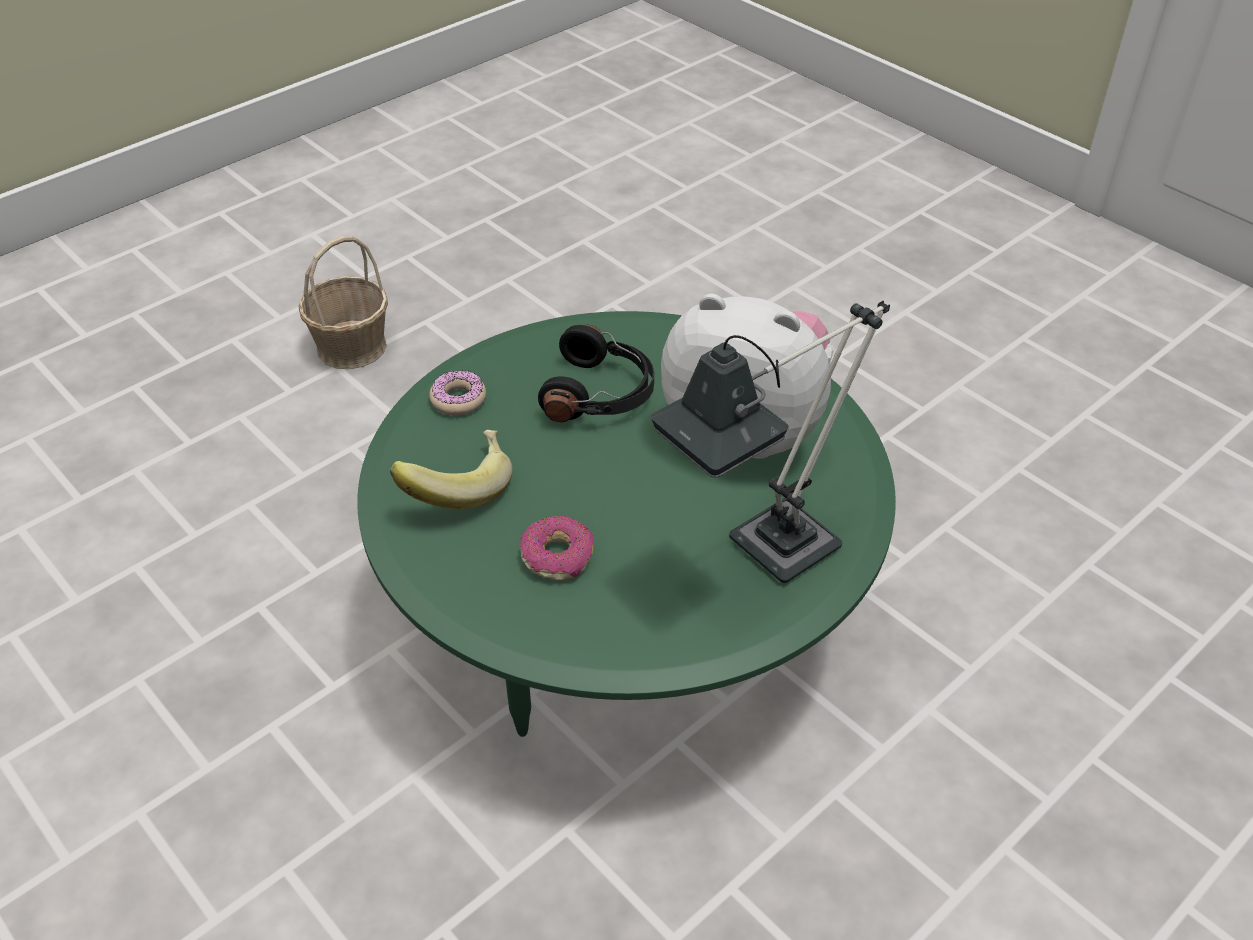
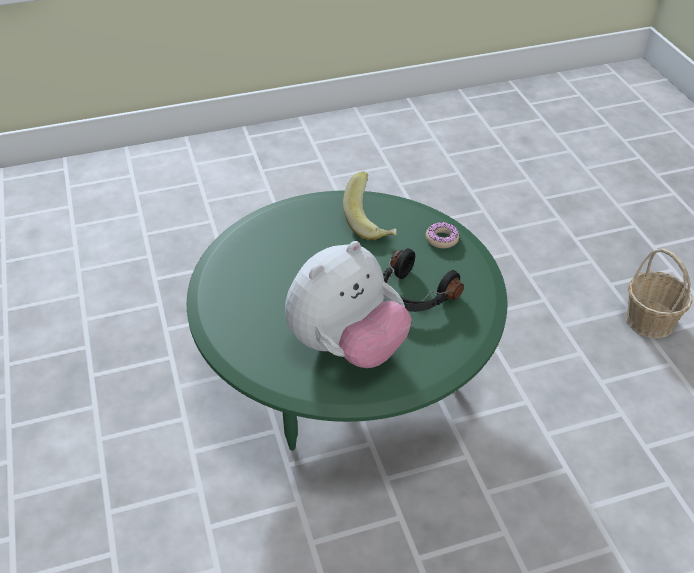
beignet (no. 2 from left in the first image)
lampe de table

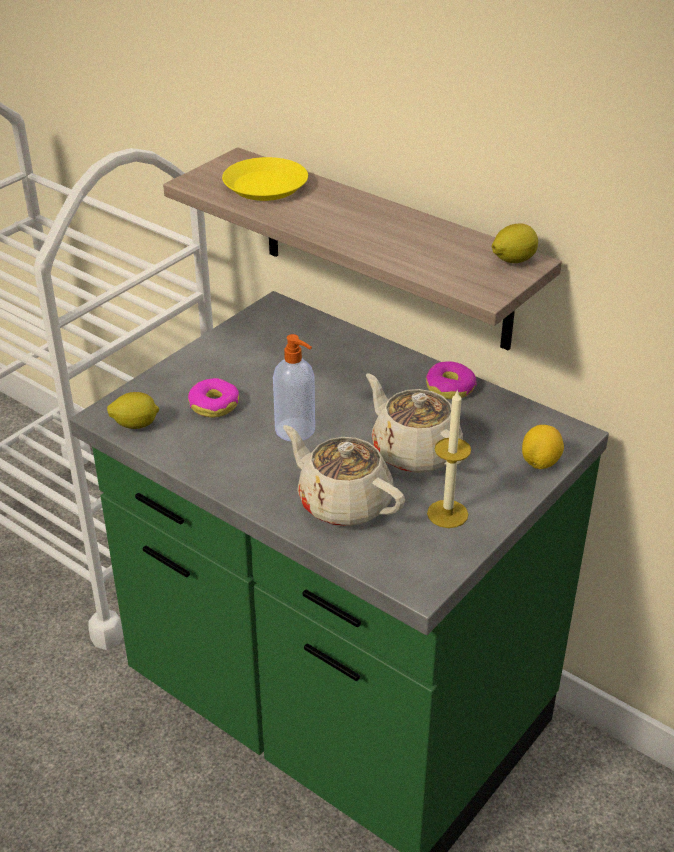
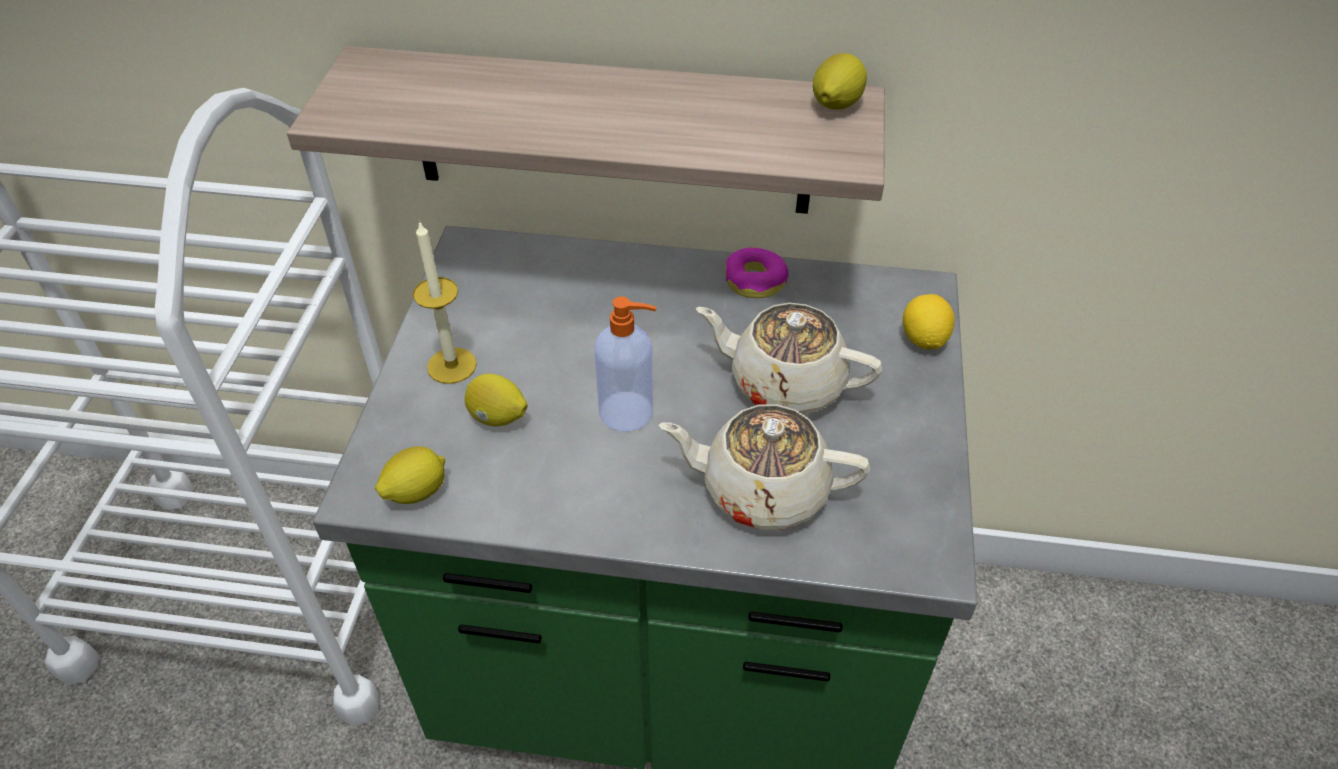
citron (no. 2 from left)
assiette/jaune
bougie

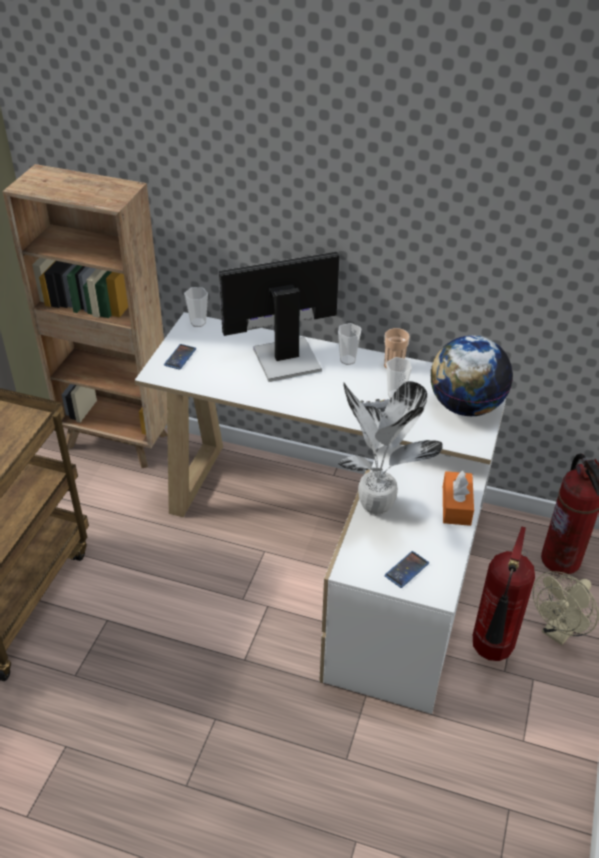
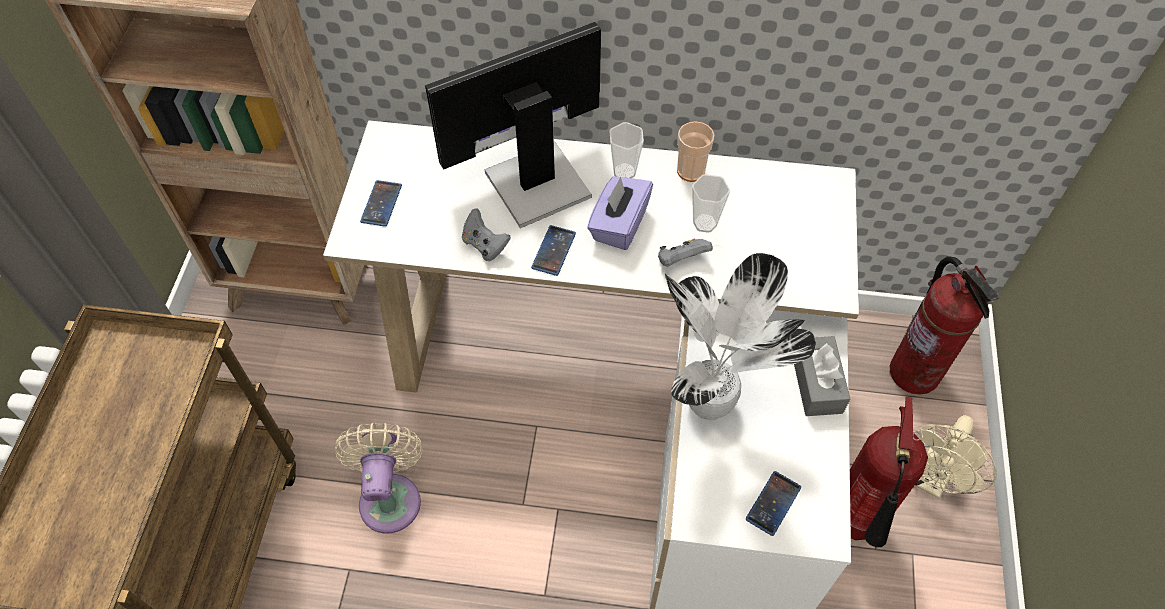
tasse (no. 1 from left in the first image)
globe
boîte à mouchoirs/gris
ventilateur/beige (no. 1 from left)
manette/gris (no. 1 from left)
téléphone (no. 2 from left)
boîte à mouchoirs/violet

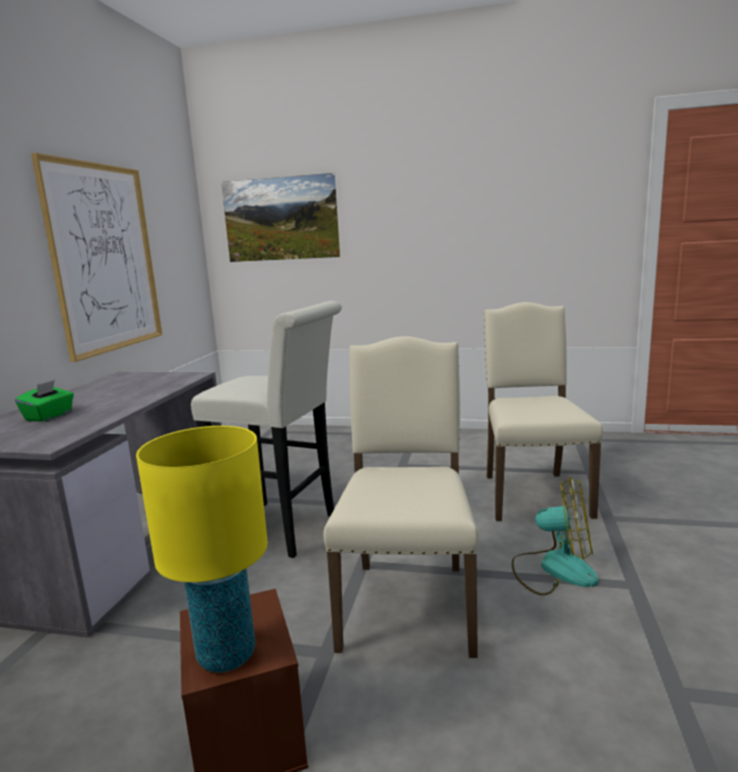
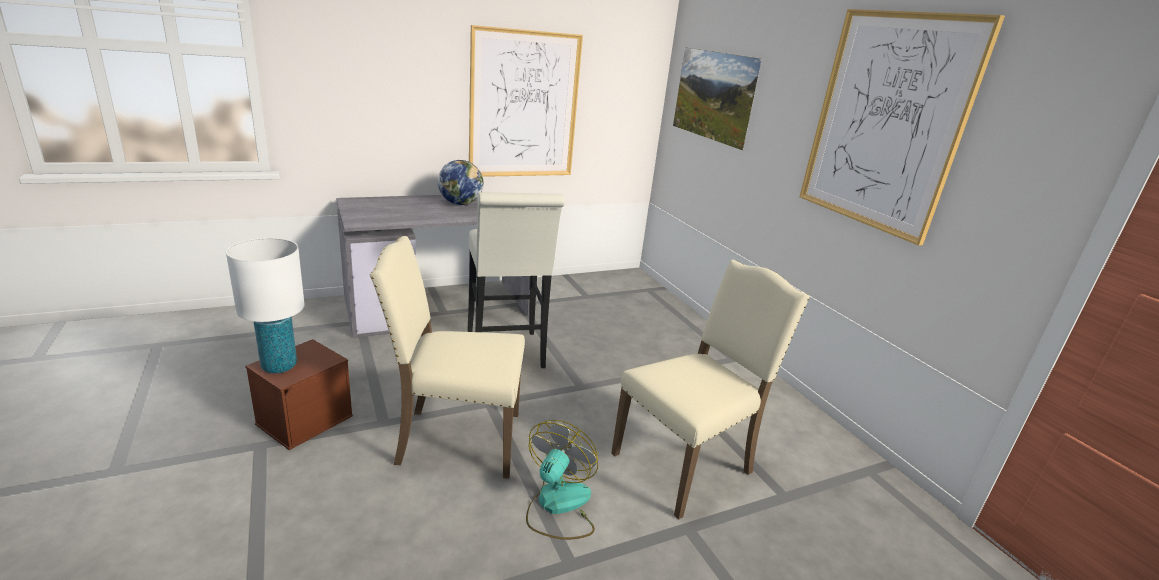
boîte à mouchoirs/vert
lampe de table/blanc
chaise/beige (no. 1 from left)
ventilateur
globe
tableau (no. 3 from left)

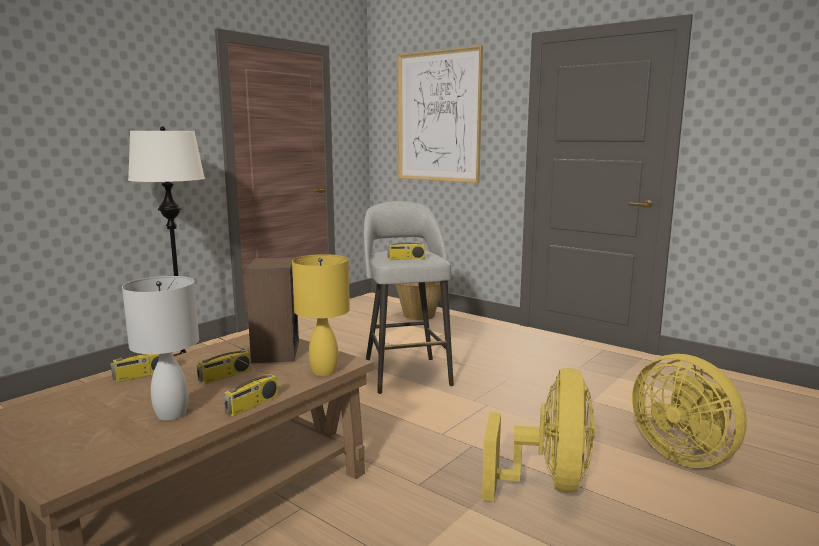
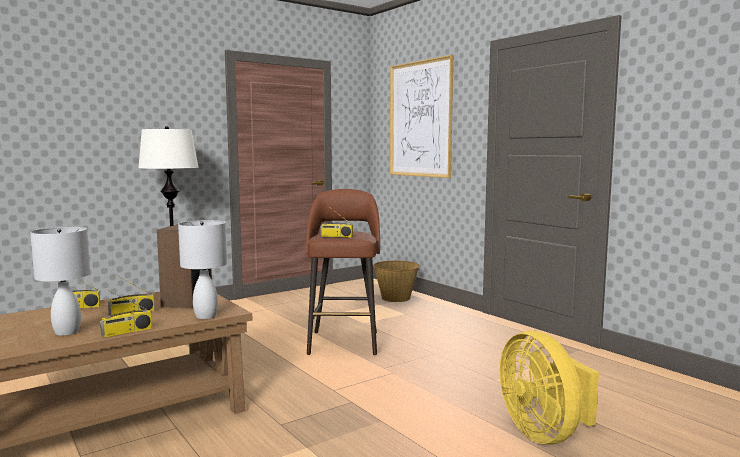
lampe de table/blanc (no. 2 from left)
tabouret/marron
ventilateur/jaune (no. 1 from left in the first image)

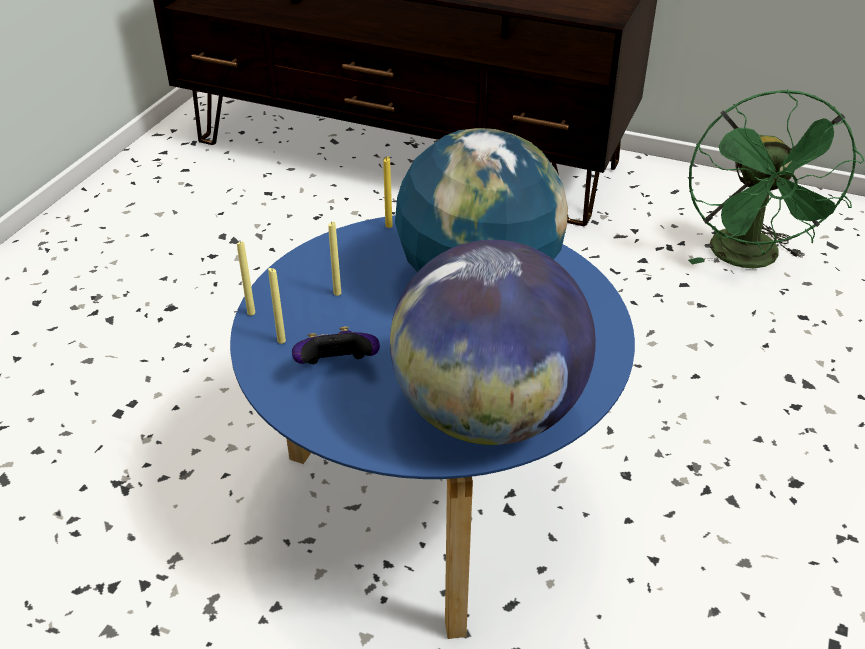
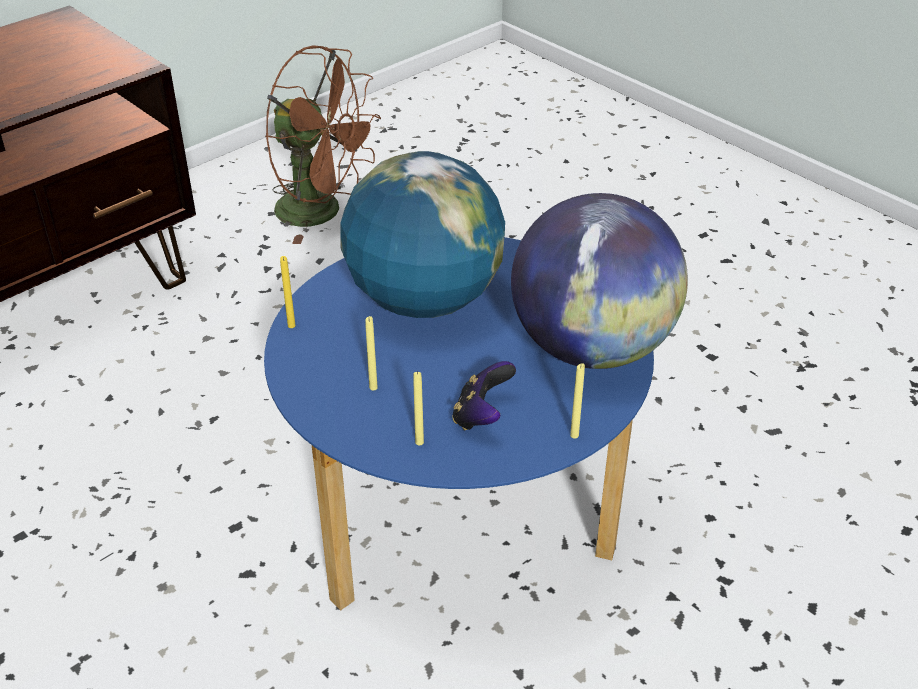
bougie/jaune (no. 4 from left)
ventilateur/marron

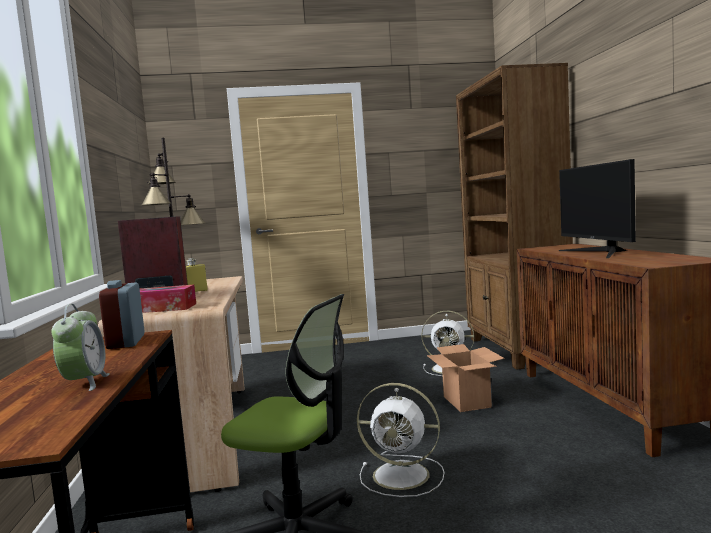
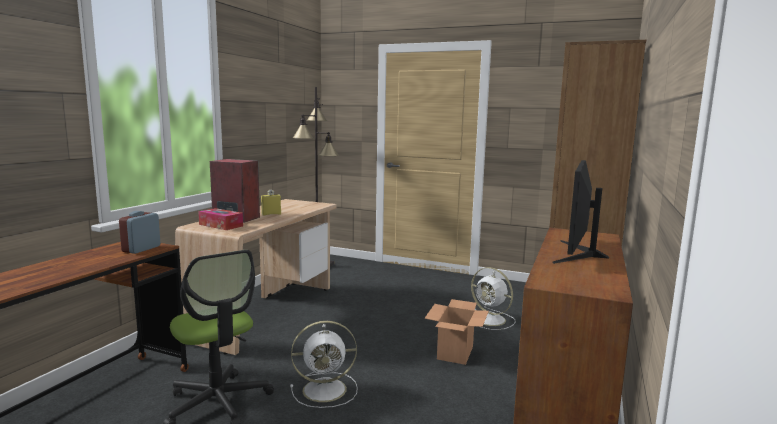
réveil (no. 1 from left in the first image)
ventilateur/blanc (no. 1 from left)

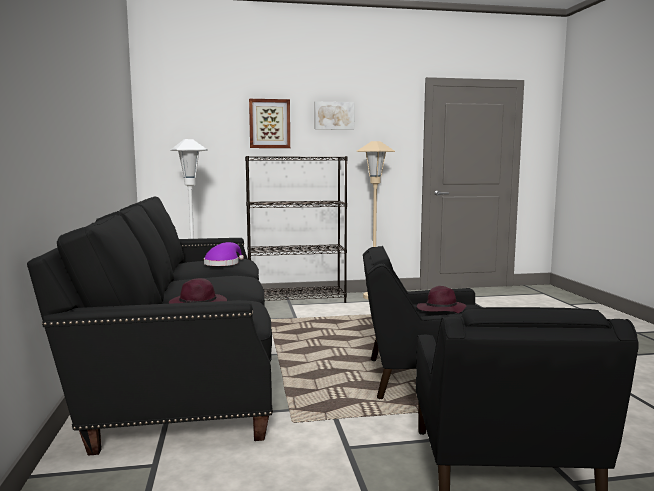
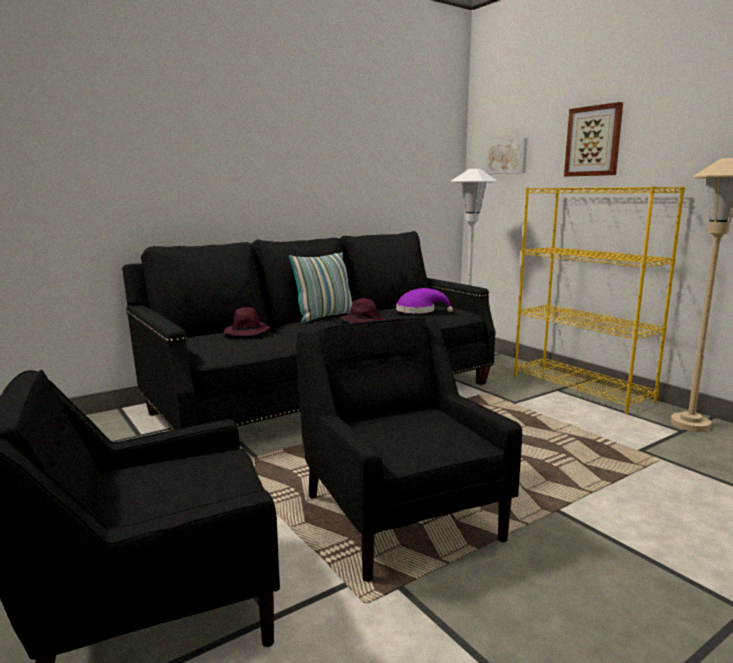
bibliothèque/jaune
tableau (no. 1 from left)
chapeau/violet (no. 2 from left)
coussin

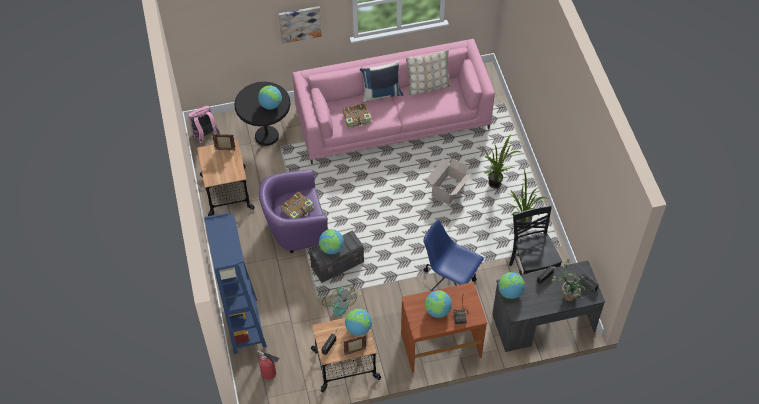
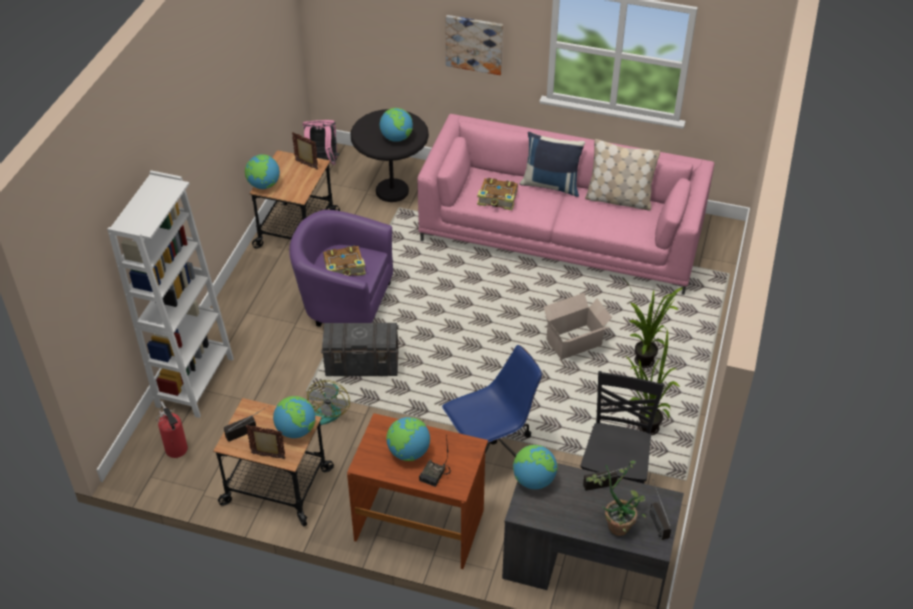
bibliothèque/blanc
globe (no. 1 from left)
chaise de bureau/bleu

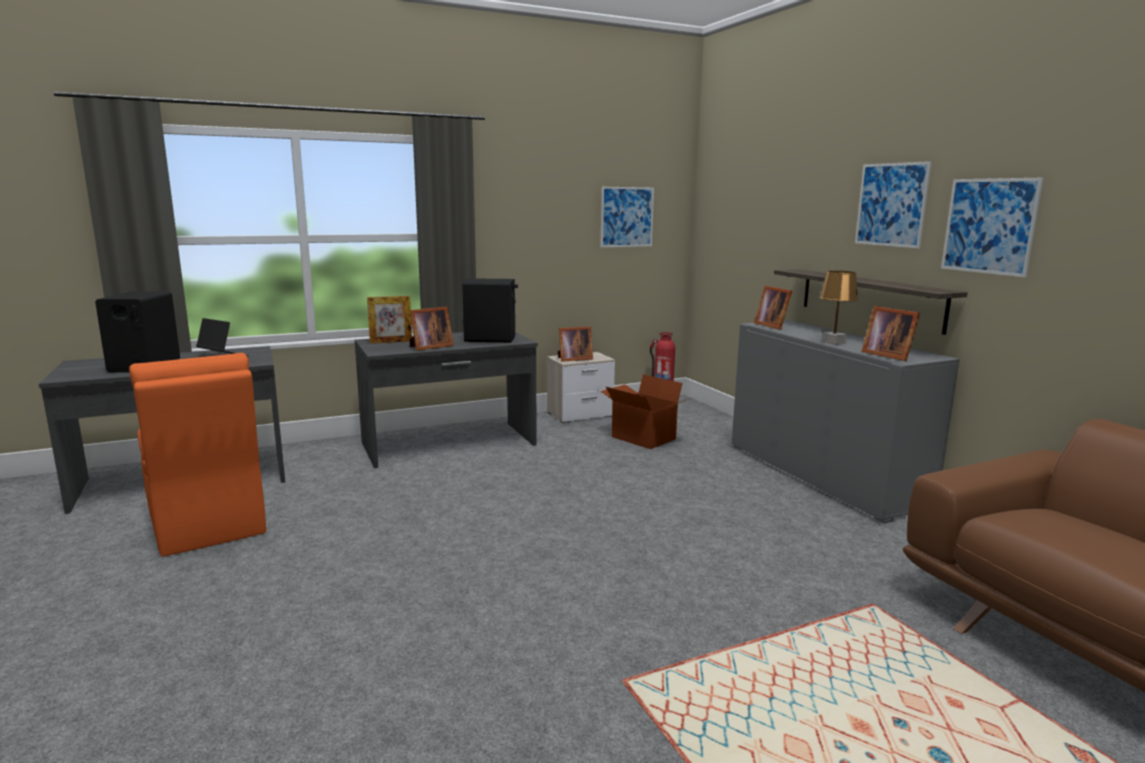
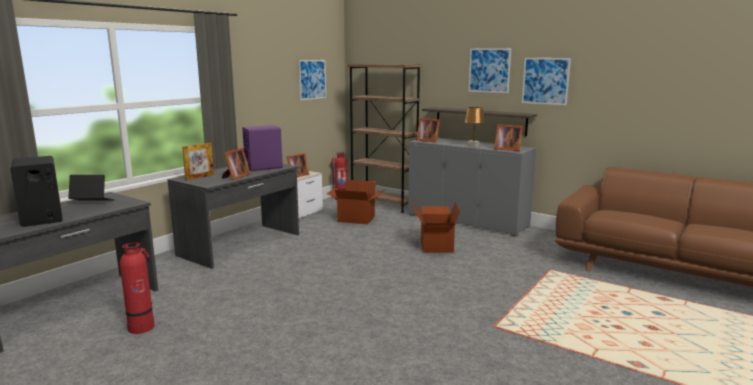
extincteur (no. 1 from left)
enceinte/violet
bibliothèque/marron
carton (no. 2 from left)

